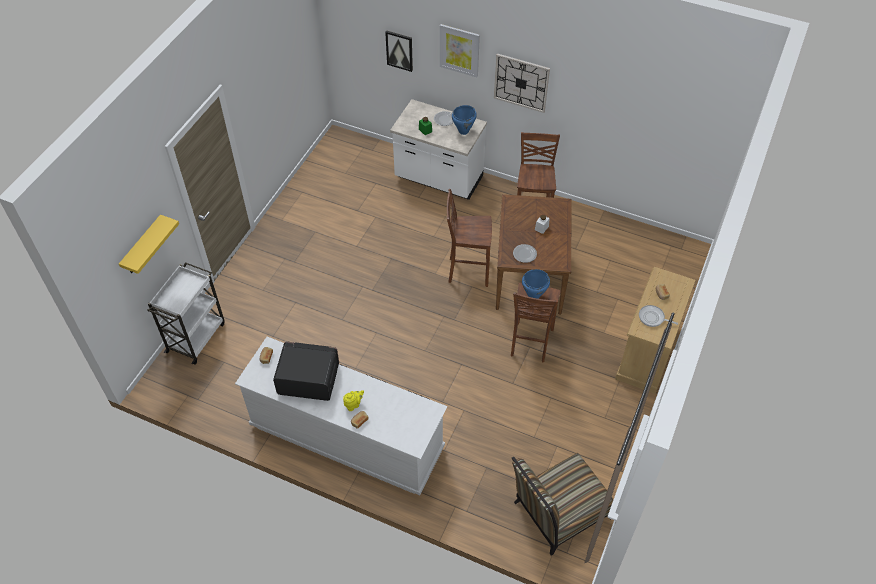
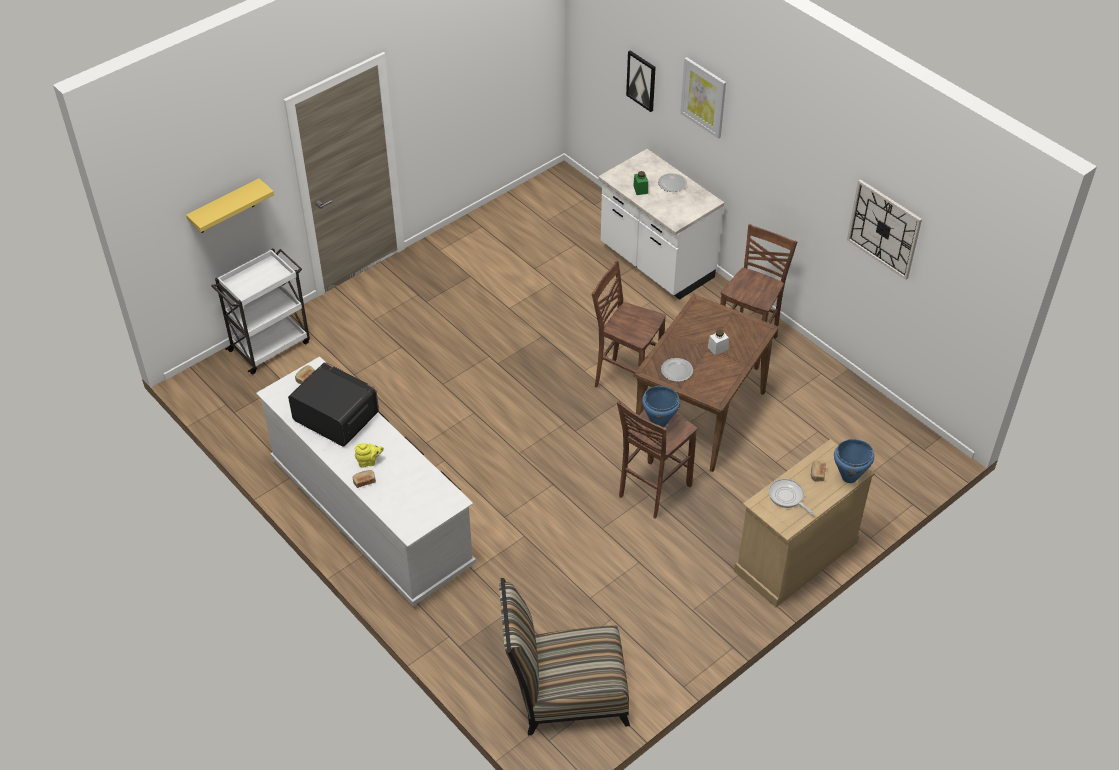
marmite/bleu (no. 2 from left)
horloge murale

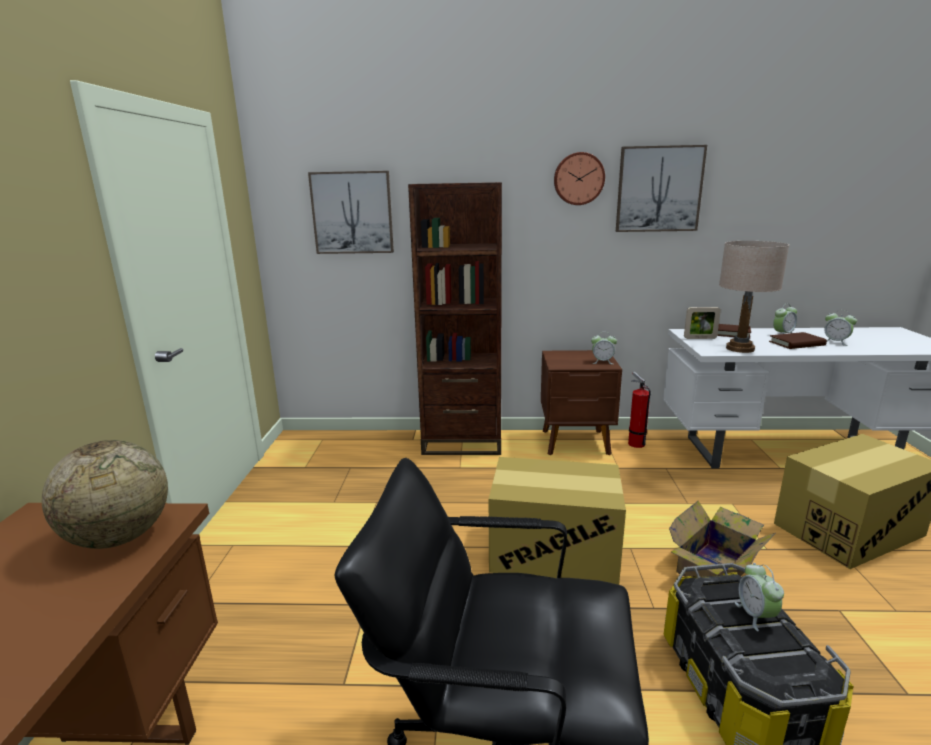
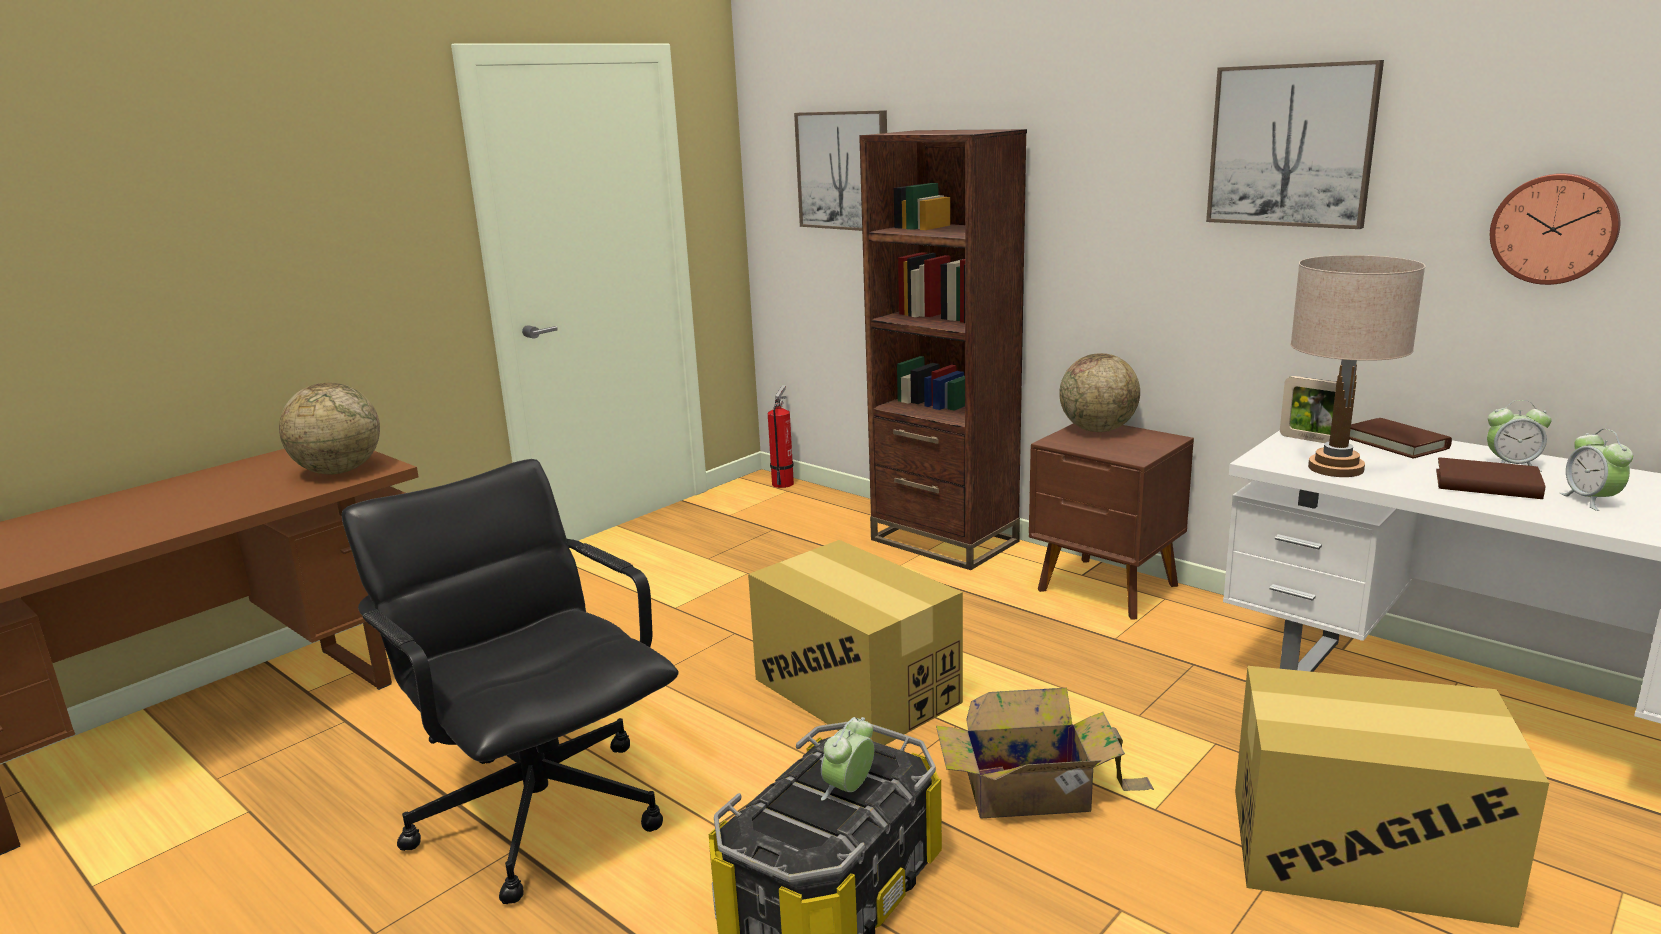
horloge murale
réveil (no. 1 from left in the first image)
extincteur
globe (no. 2 from left)

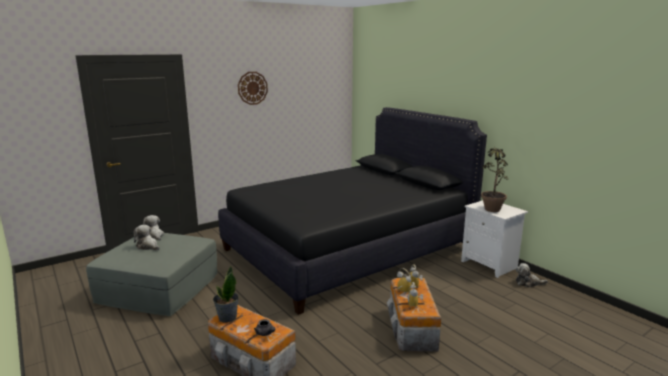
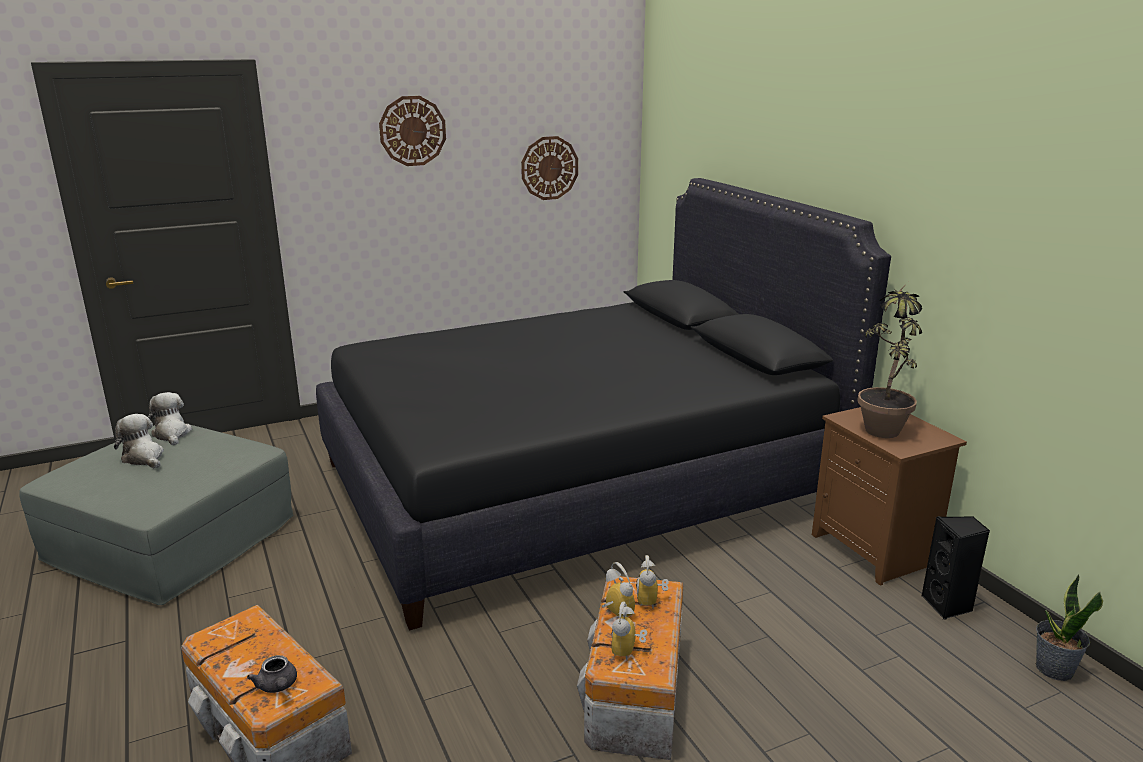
plante en pot (no. 2 from left)
table de chevet/marron
enceinte/noir
horloge murale (no. 2 from left)

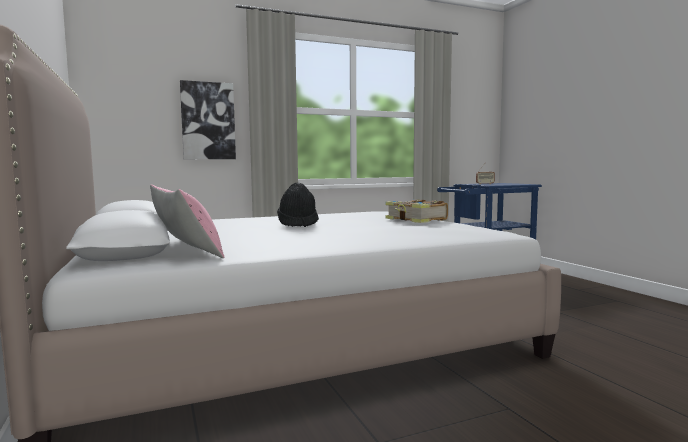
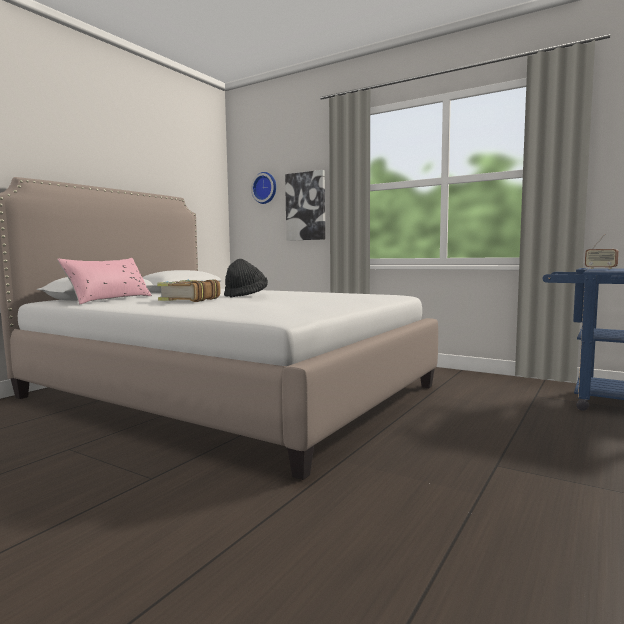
livre
horloge murale

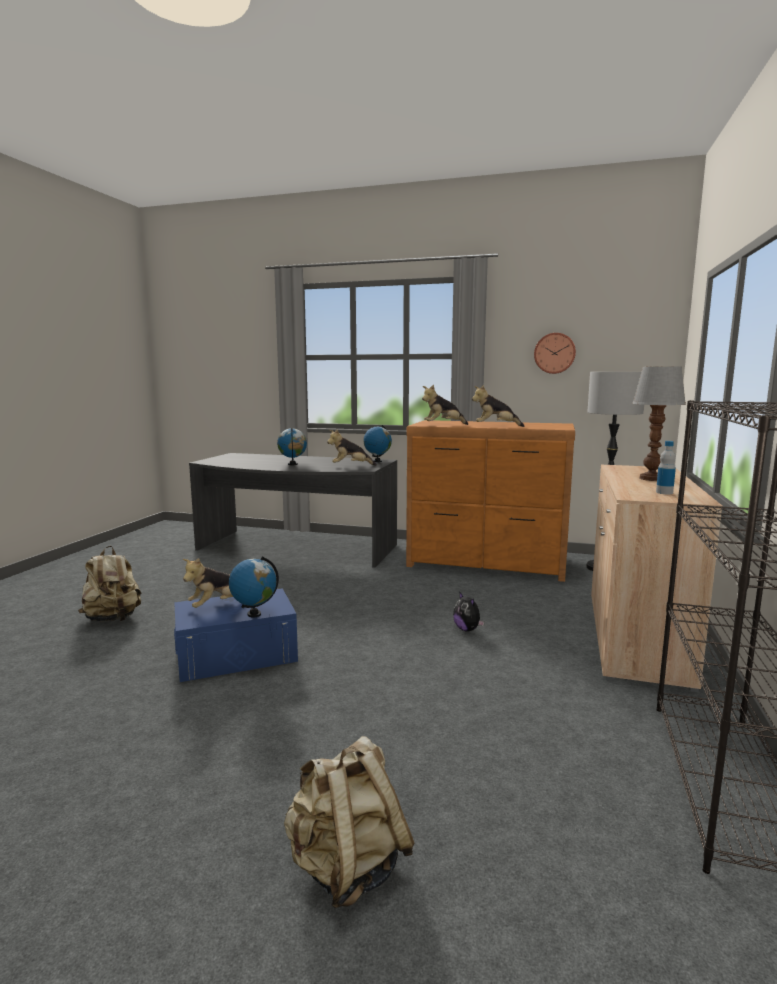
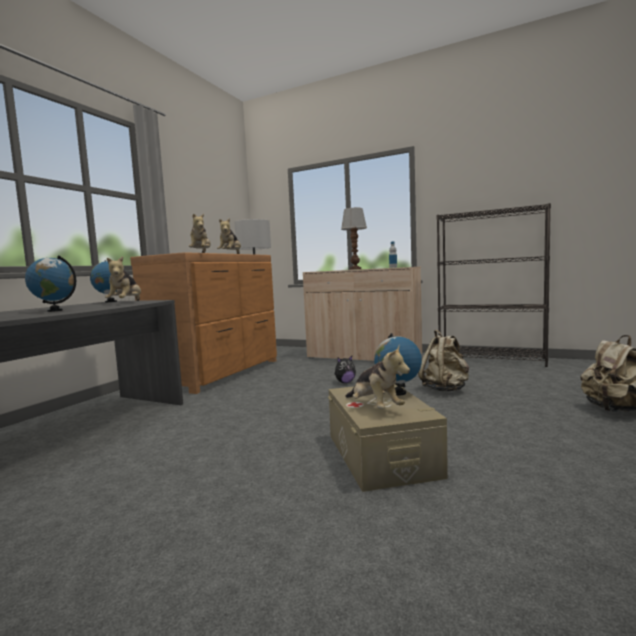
sac à dos/beige (no. 1 from left)
boîte de rangement/beige
horloge murale

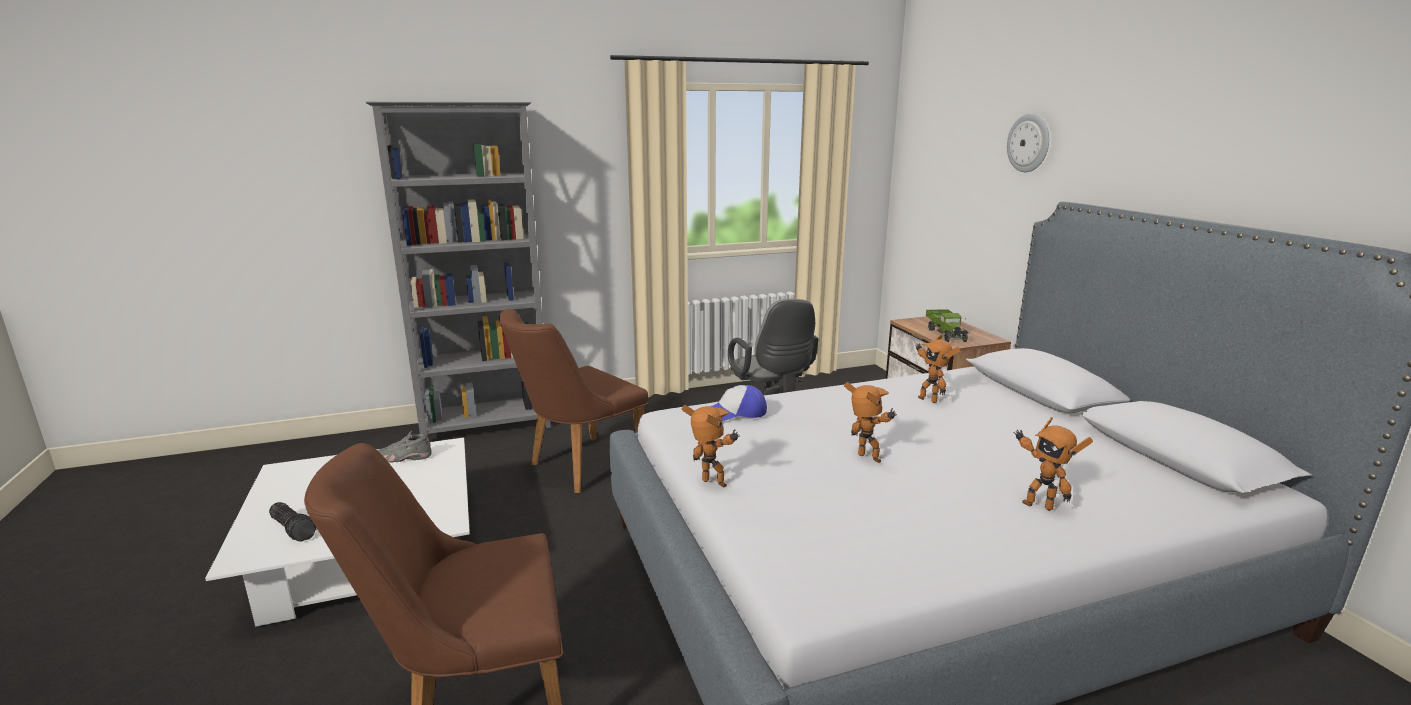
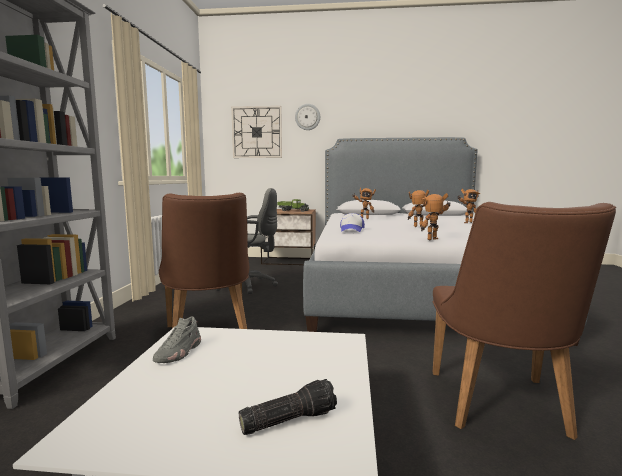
horloge murale (no. 1 from left)

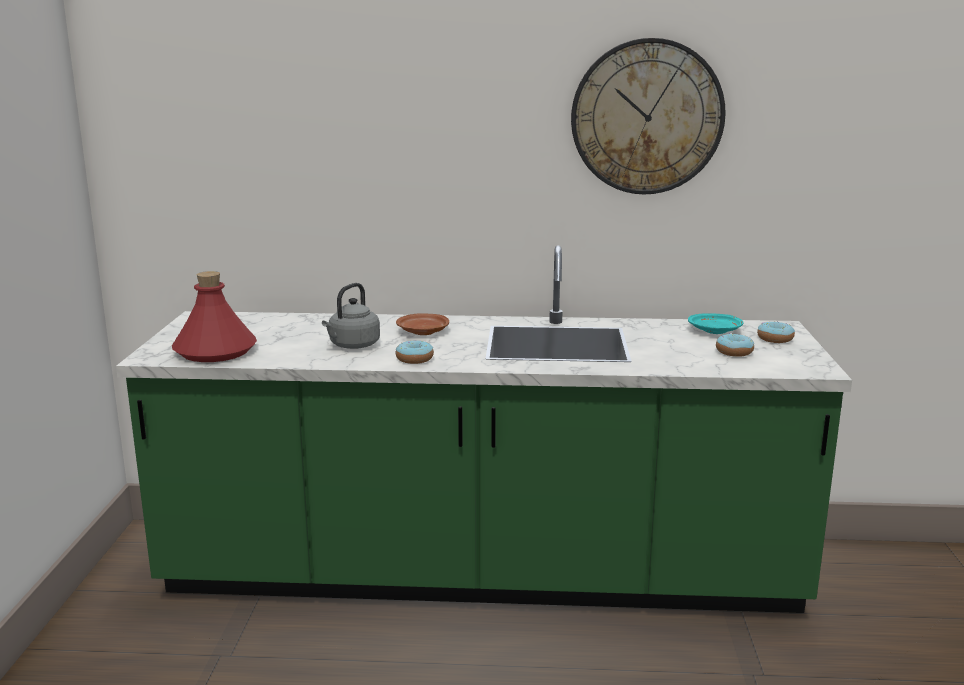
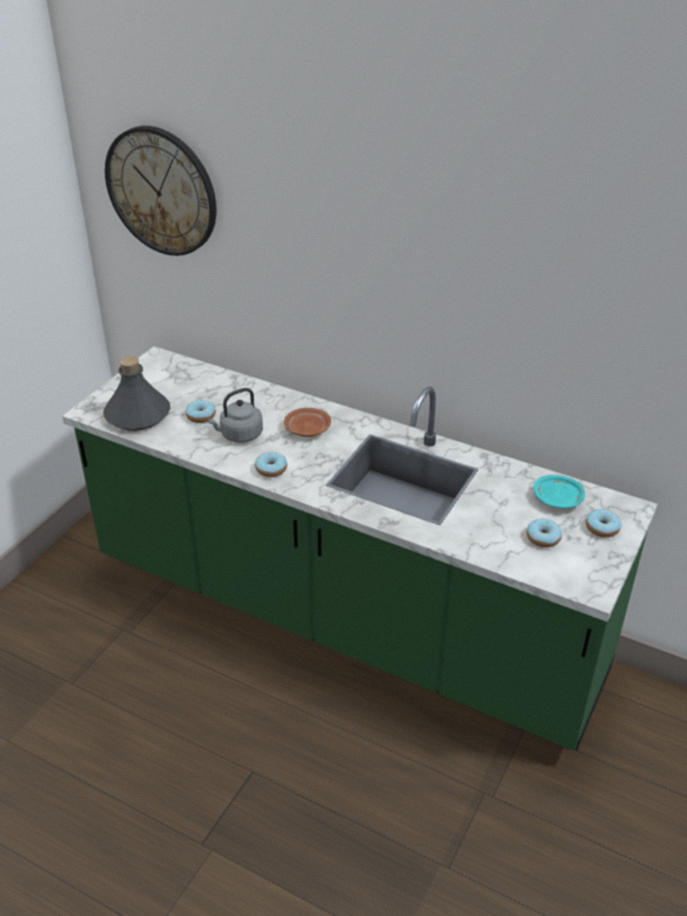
bouteille/gris
horloge murale
beignet (no. 1 from left)

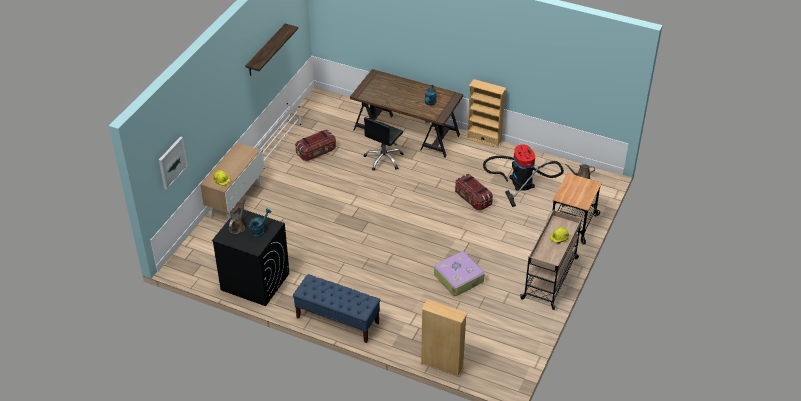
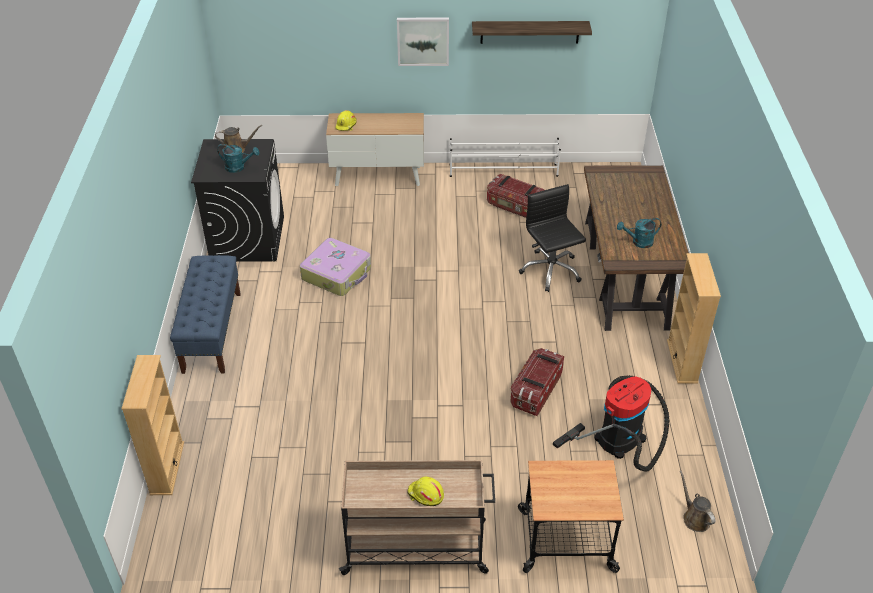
tableau
chaise de bureau/noir
valise

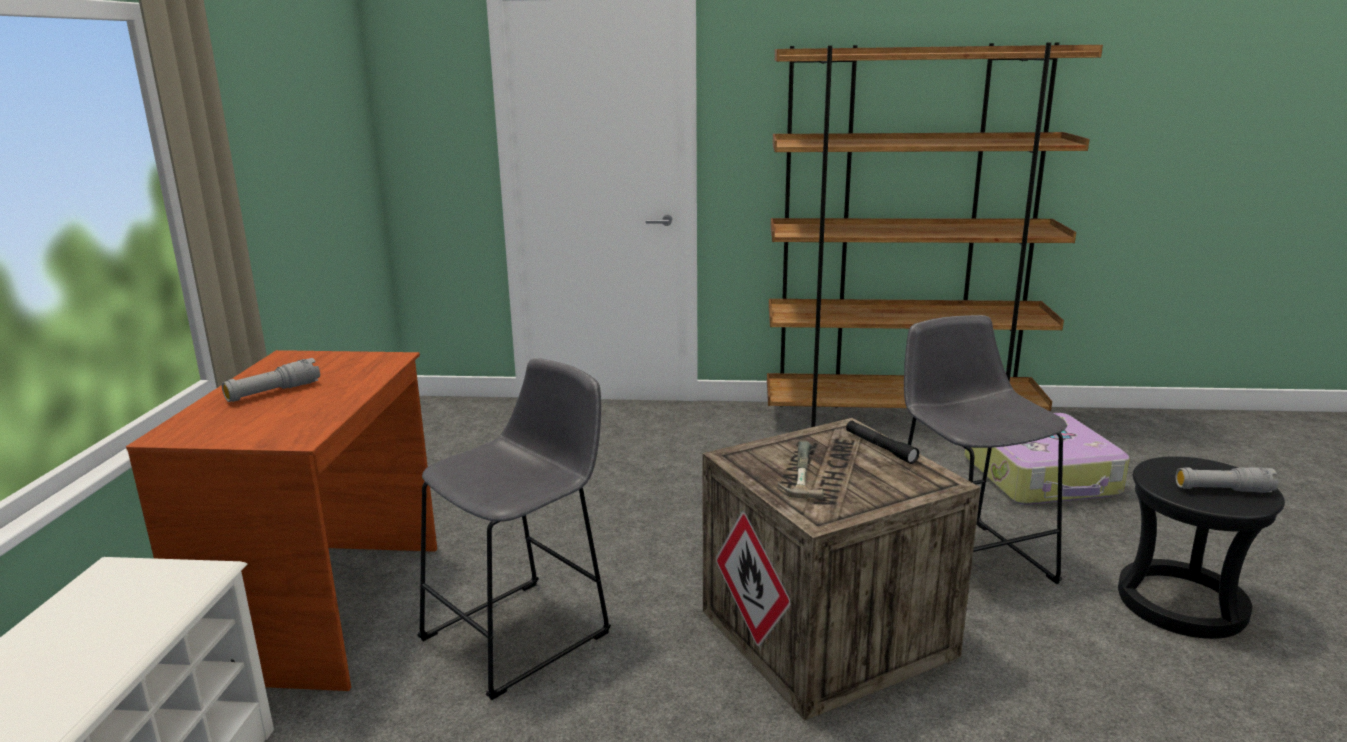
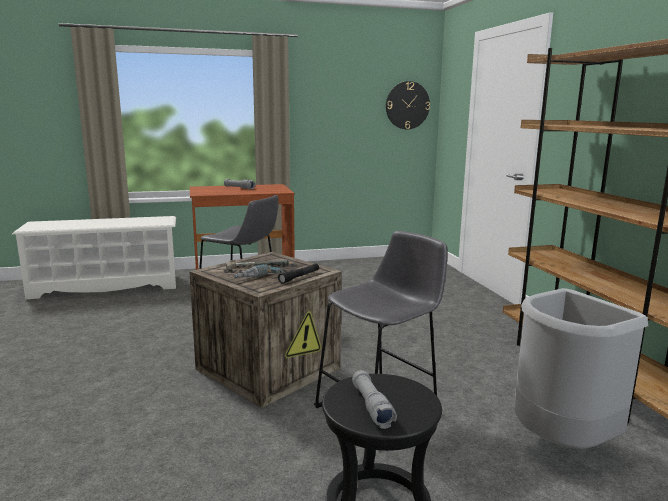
poubelle/gris
perceuse
horloge murale

